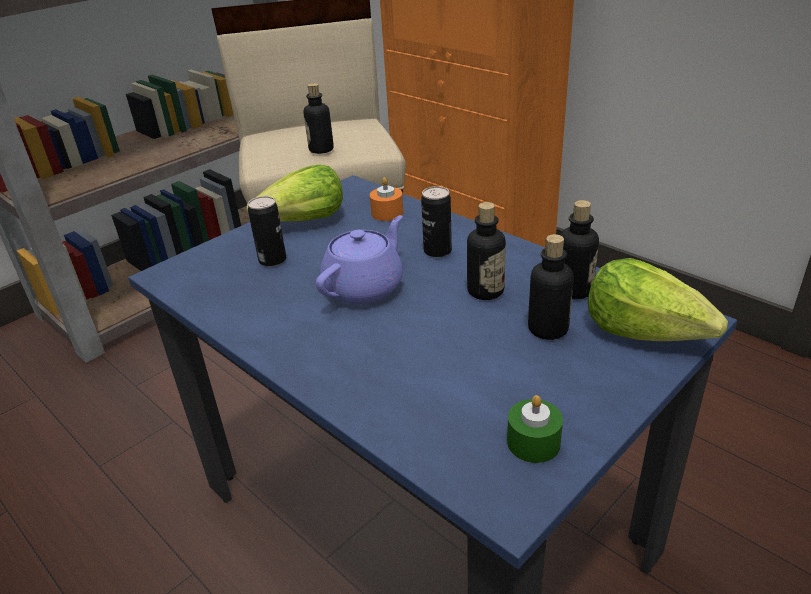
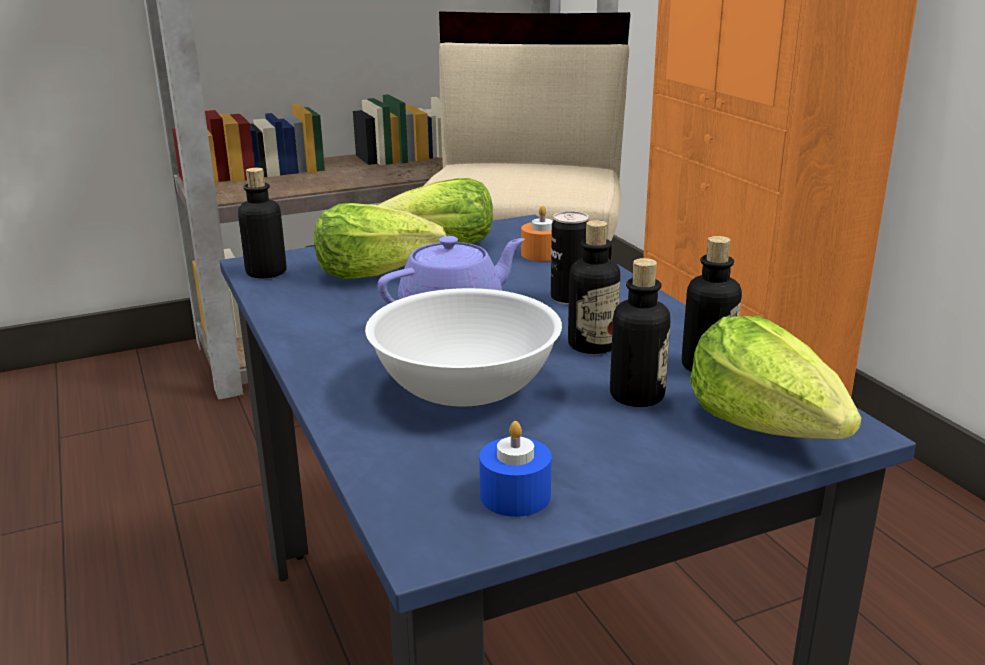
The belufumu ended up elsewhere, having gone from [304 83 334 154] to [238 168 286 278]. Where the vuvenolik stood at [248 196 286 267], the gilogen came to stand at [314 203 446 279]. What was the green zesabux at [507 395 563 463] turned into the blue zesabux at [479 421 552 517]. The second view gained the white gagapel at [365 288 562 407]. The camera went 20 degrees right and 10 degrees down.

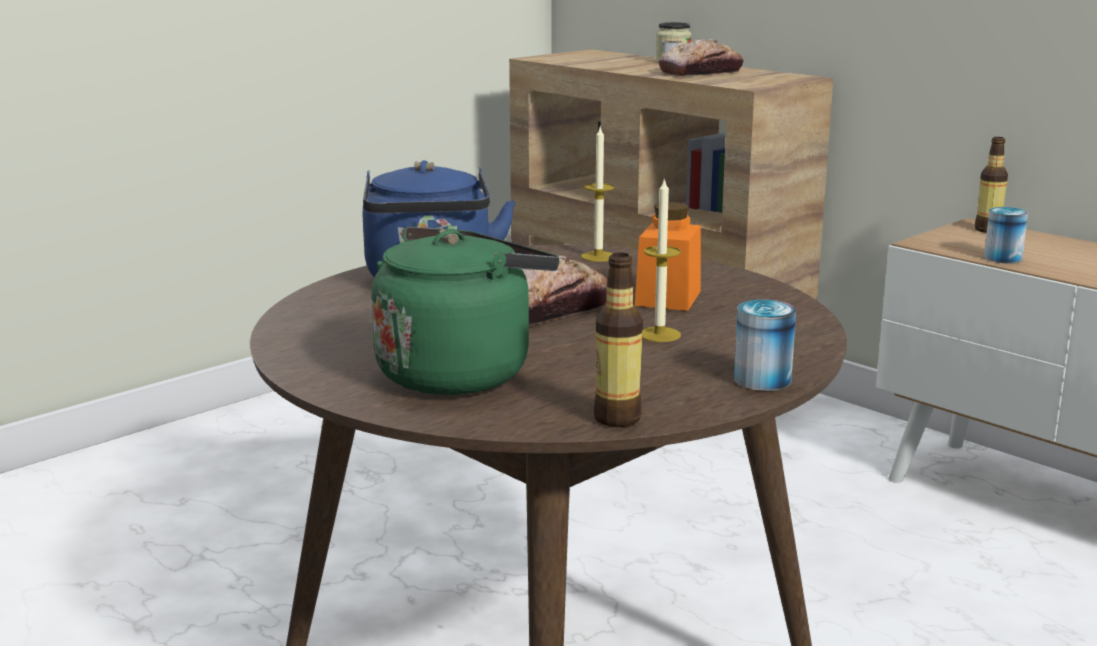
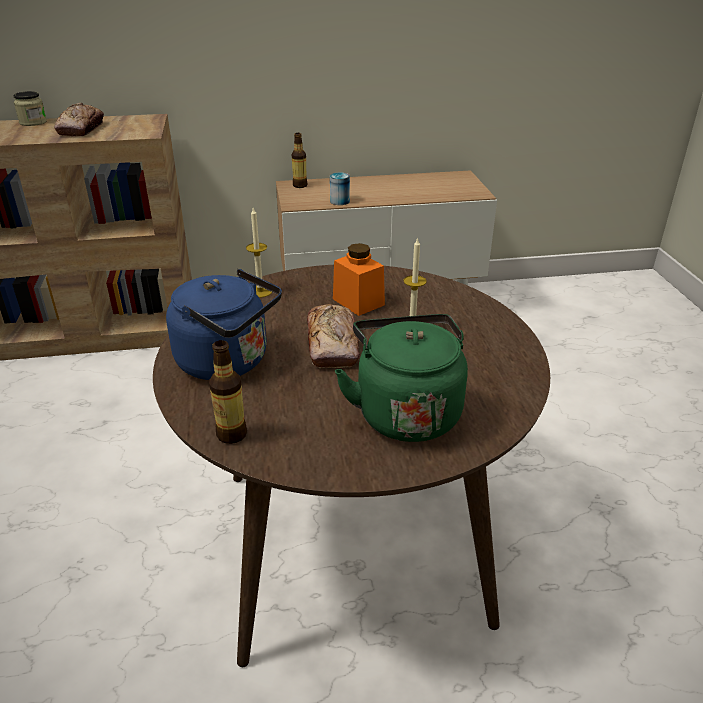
The belufumu ended up elsewhere, having gone from [594 253 643 427] to [209 340 247 444]. The second view lost the vuvenolik at [734 300 796 391]. The camera went 55 degrees left and 15 degrees up.

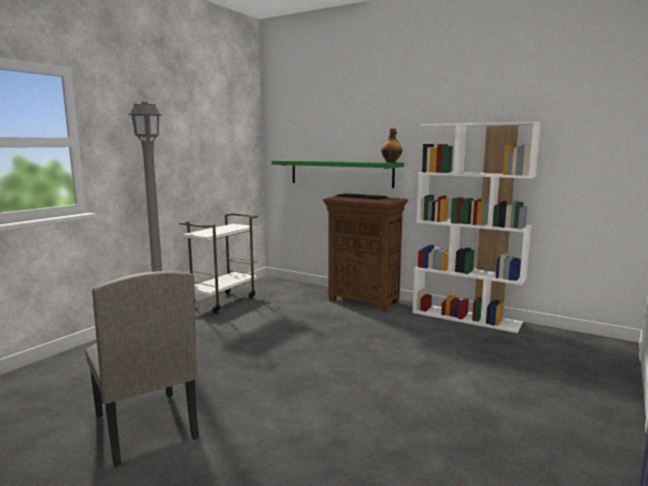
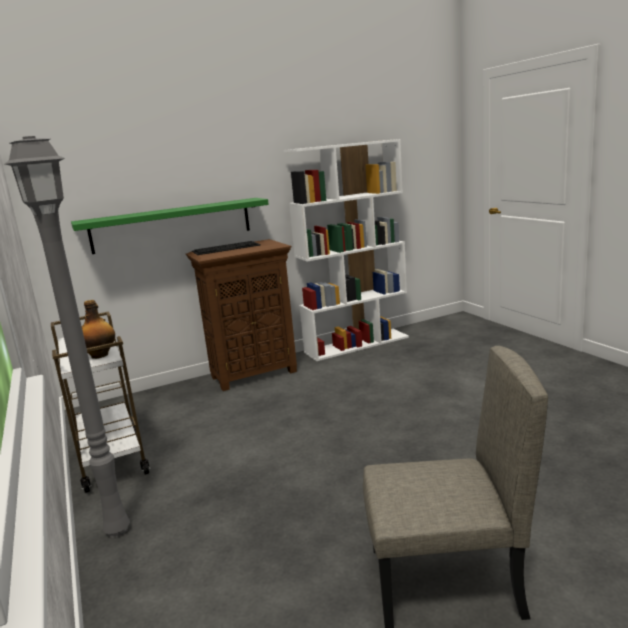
The belufumu ended up elsewhere, having gone from [381 128 402 163] to [82 300 115 359]. The camera went 55 degrees left and 5 degrees up.

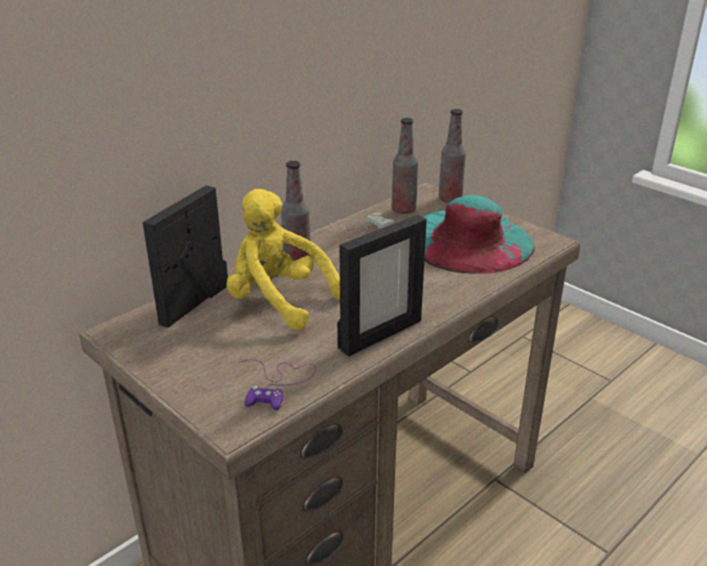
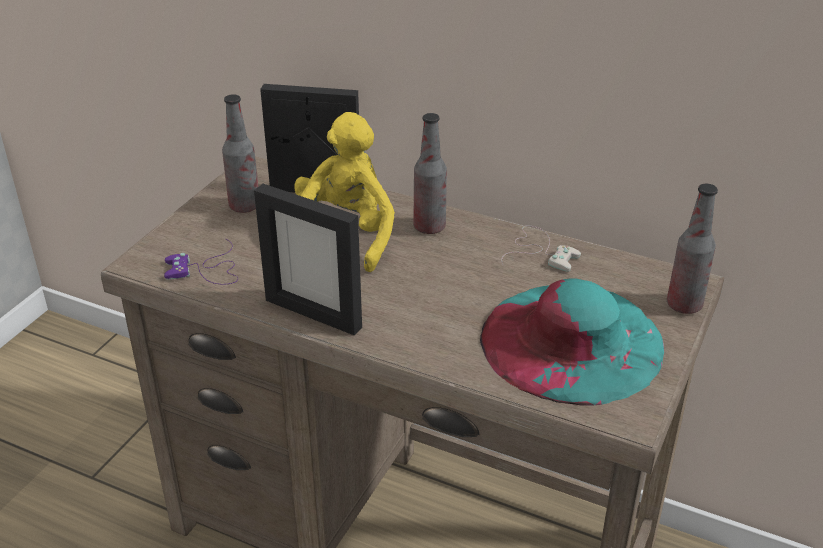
The belufumu ended up elsewhere, having gone from [392 118 418 214] to [222 94 259 213]. The camera went 70 degrees right and 5 degrees up.

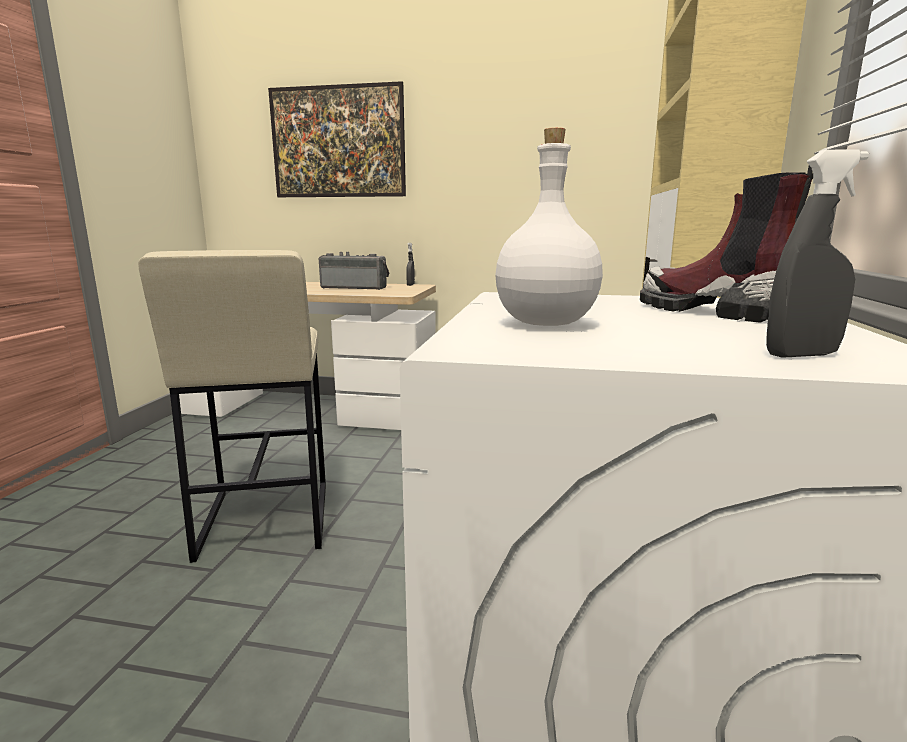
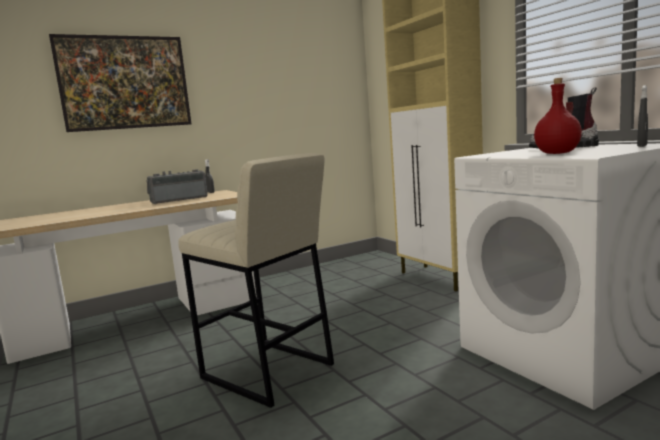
What was the white belufumu at [495 127 603 326] turned into the red belufumu at [534 78 582 154]. The camera went 40 degrees left and 5 degrees down.

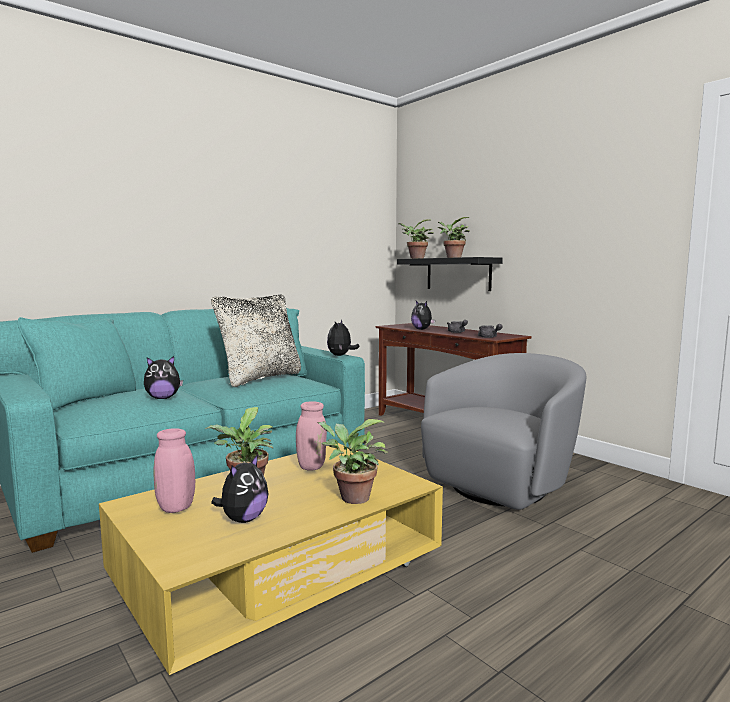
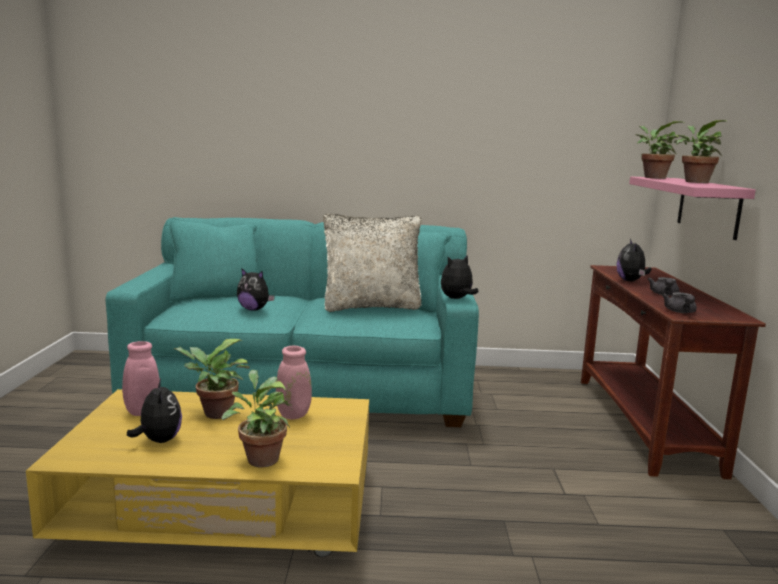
What was the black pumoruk at [397 257 503 291] turned into the pink pumoruk at [629 177 756 240]. The second view lost the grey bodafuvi at [421 353 586 510]. The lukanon at [211 454 269 523] ended up facing another way, 90 degrees counterclockwise from before. The camera went 40 degrees right and 5 degrees up.

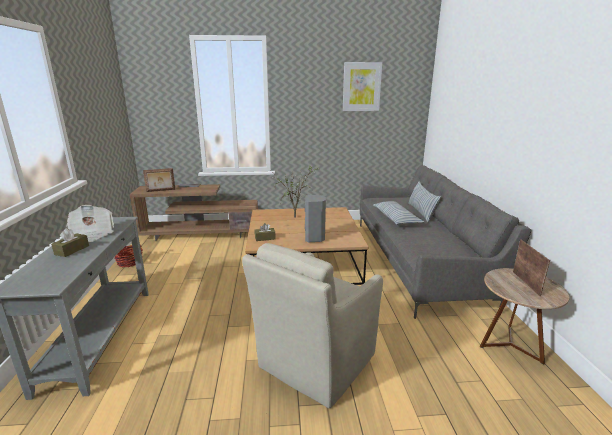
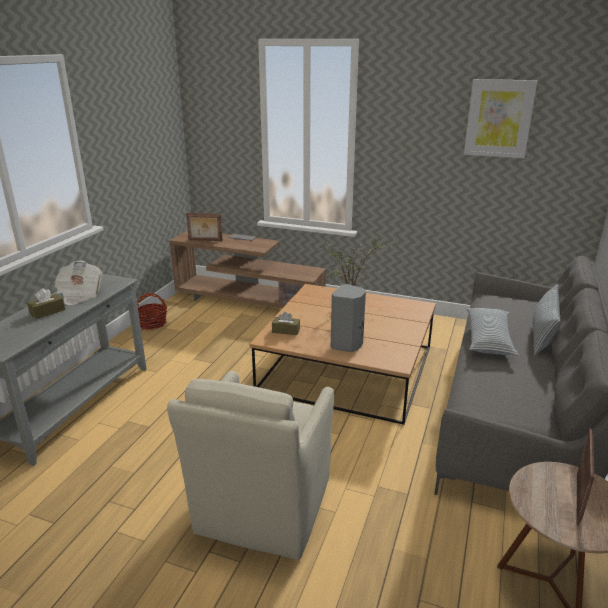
The beige bodafuvi at [242 243 383 408] ended up facing another way, 45 degrees counterclockwise from before. The camera went 25 degrees right and 5 degrees up.

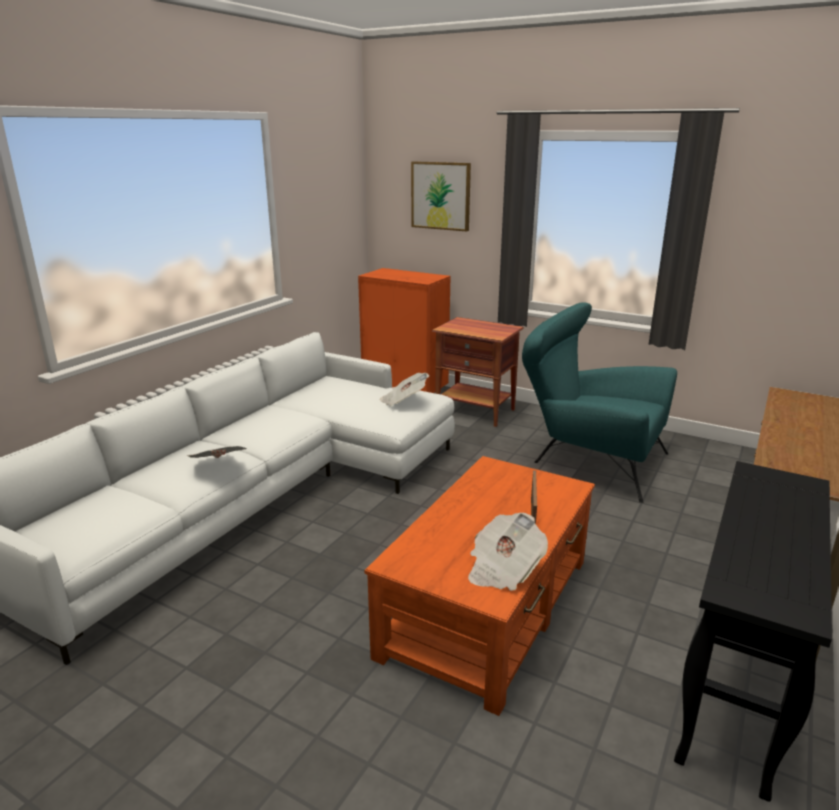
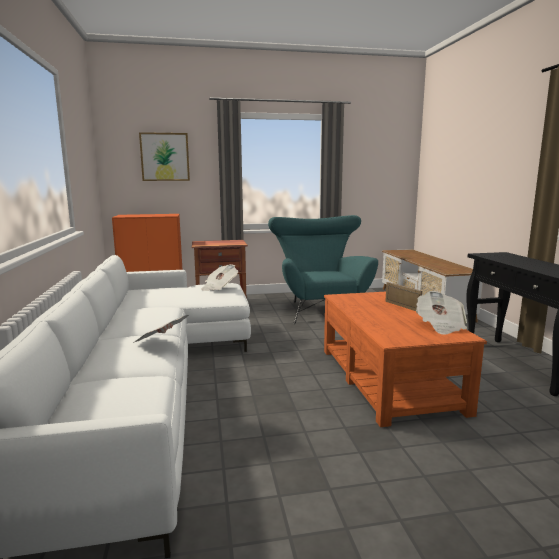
The turquoise bodafuvi at [522 302 677 503] ended up facing another way, 90 degrees clockwise from before. The camera went 40 degrees left and 10 degrees down.

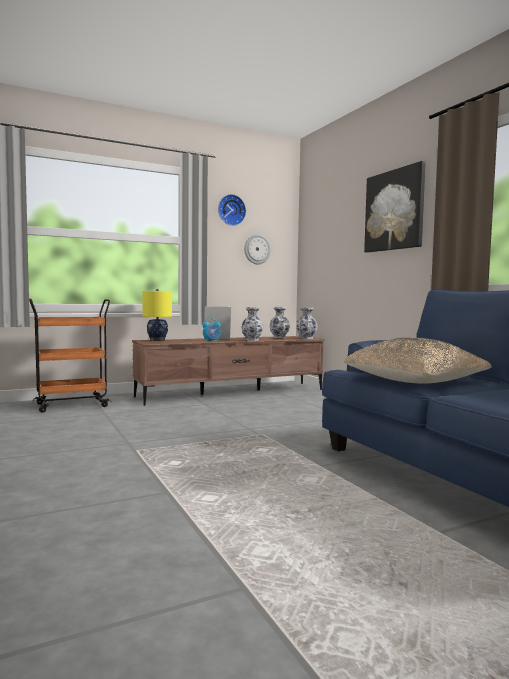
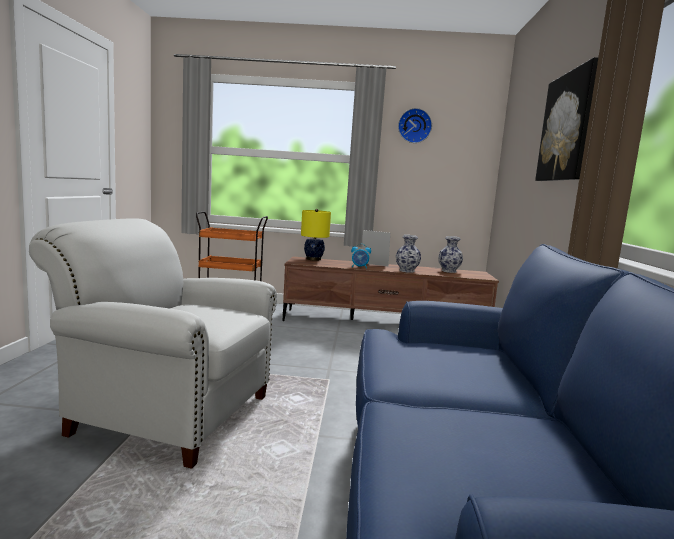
The second view lost the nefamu at [244 234 271 264]. The second view lost the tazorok at [296 307 318 339]. The second view lost the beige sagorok at [345 338 492 384]. The second view gained the white bodafuvi at [29 218 277 469]. The camera went 30 degrees right and 5 degrees up.

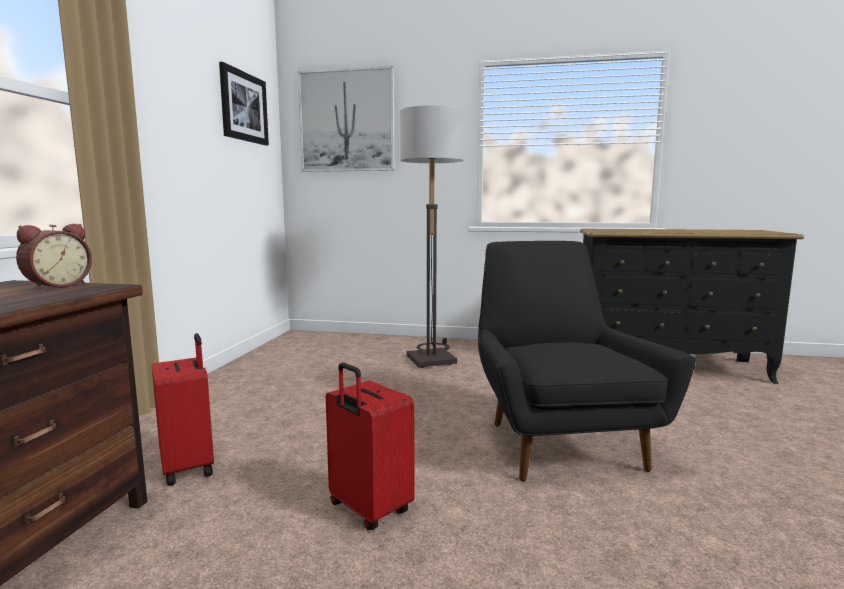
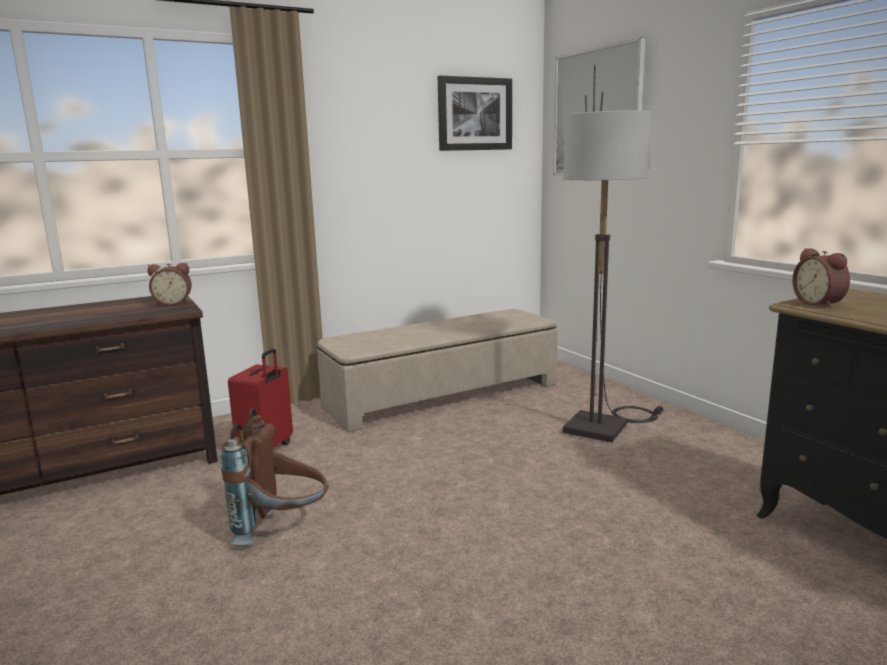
The second view lost the black bodafuvi at [478 241 696 481]. Where the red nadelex stood at [326 362 415 530], the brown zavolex came to stand at [221 408 329 545]. The second view gained the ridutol at [792 248 850 308]. The second view gained the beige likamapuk at [317 309 558 432]. The camera went 50 degrees right and 5 degrees up.

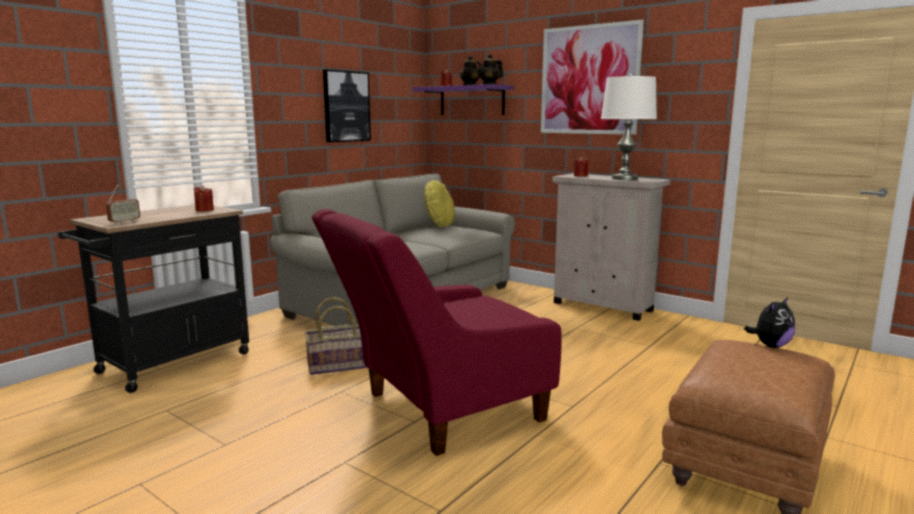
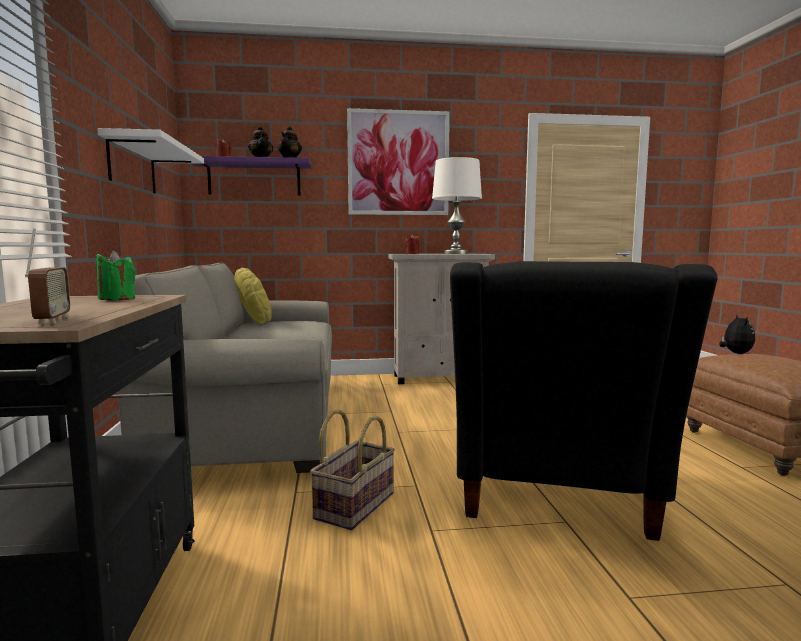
Where the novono hung at [323 70 371 142], the white pumoruk came to hang at [97 128 204 193]. What was the red zesabux at [194 185 214 212] turned into the green zesabux at [96 250 135 300]. What was the red bodafuvi at [312 209 562 456] turned into the black bodafuvi at [450 261 718 541]. The camera went 45 degrees left and 5 degrees down.

